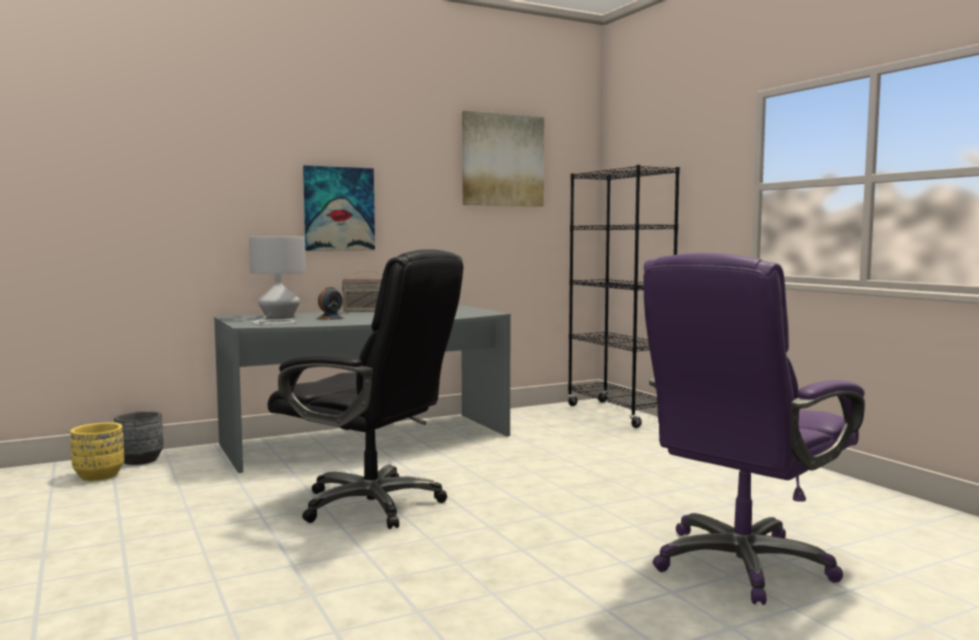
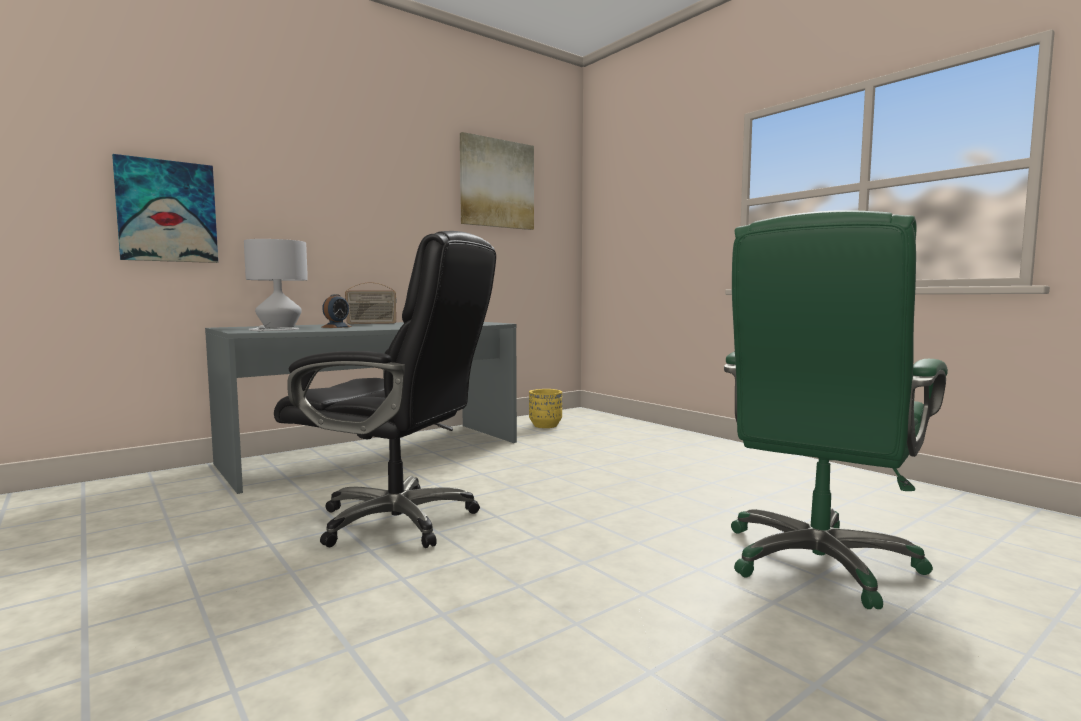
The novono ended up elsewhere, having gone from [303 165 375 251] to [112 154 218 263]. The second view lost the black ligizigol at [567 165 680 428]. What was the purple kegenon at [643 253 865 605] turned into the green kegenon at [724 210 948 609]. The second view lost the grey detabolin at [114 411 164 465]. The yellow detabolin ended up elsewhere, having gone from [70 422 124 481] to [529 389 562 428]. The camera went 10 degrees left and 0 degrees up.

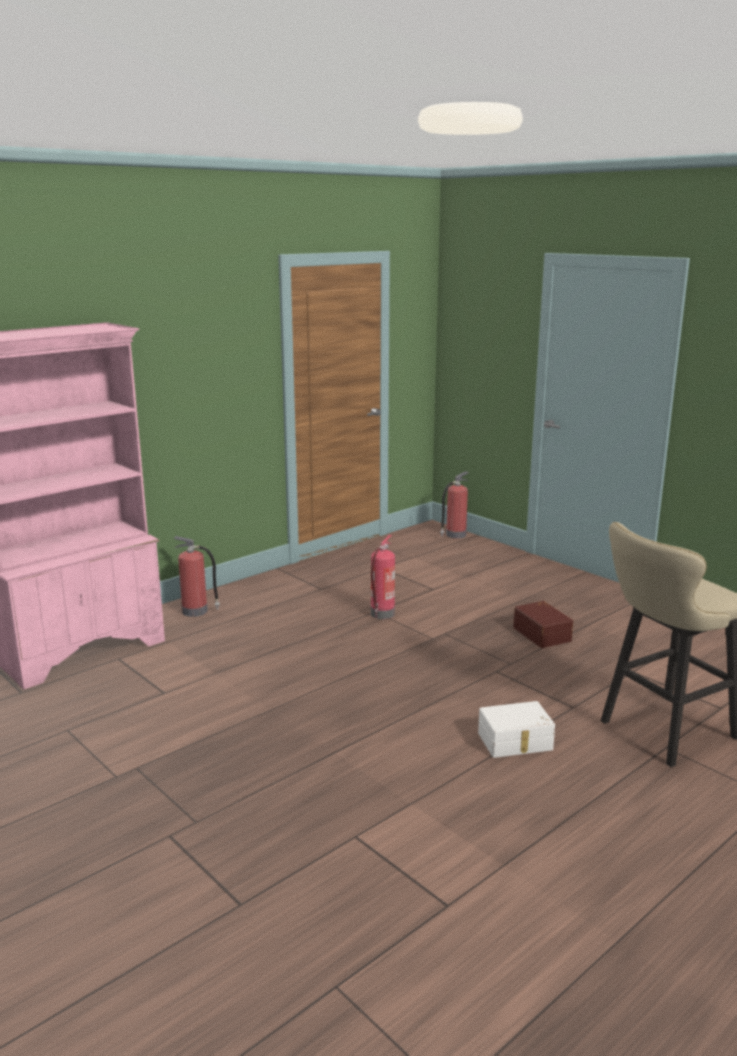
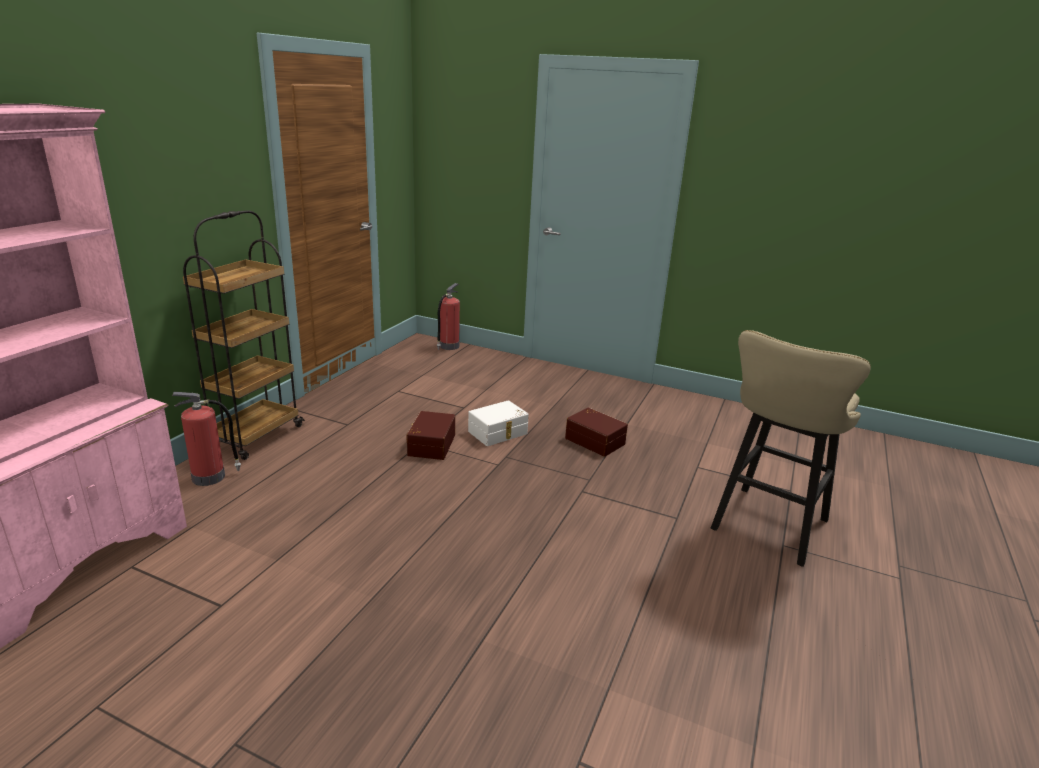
Where the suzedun stood at [371 535 395 619], the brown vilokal came to stand at [407 411 455 460]. The white vilokal ended up elsewhere, having gone from [478 701 555 758] to [468 400 529 446]. The second view gained the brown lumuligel at [183 210 305 460]. The camera went 25 degrees left and 5 degrees up.

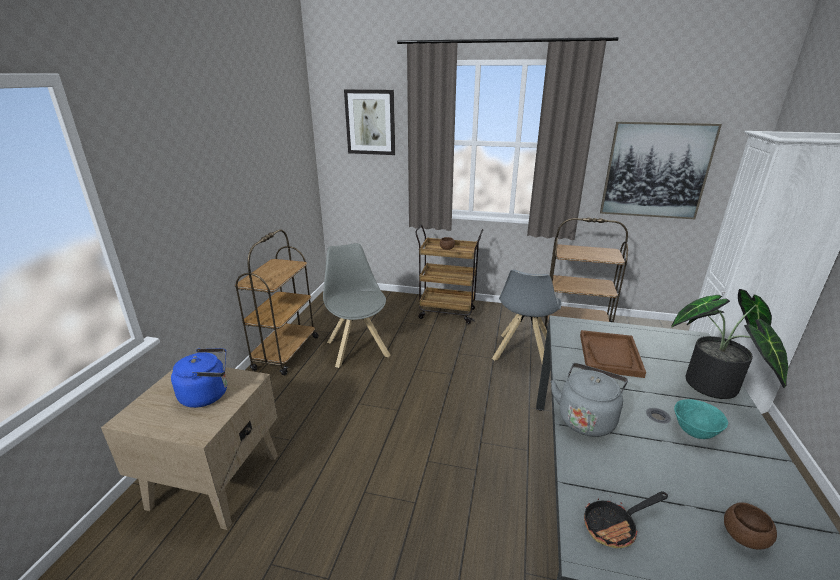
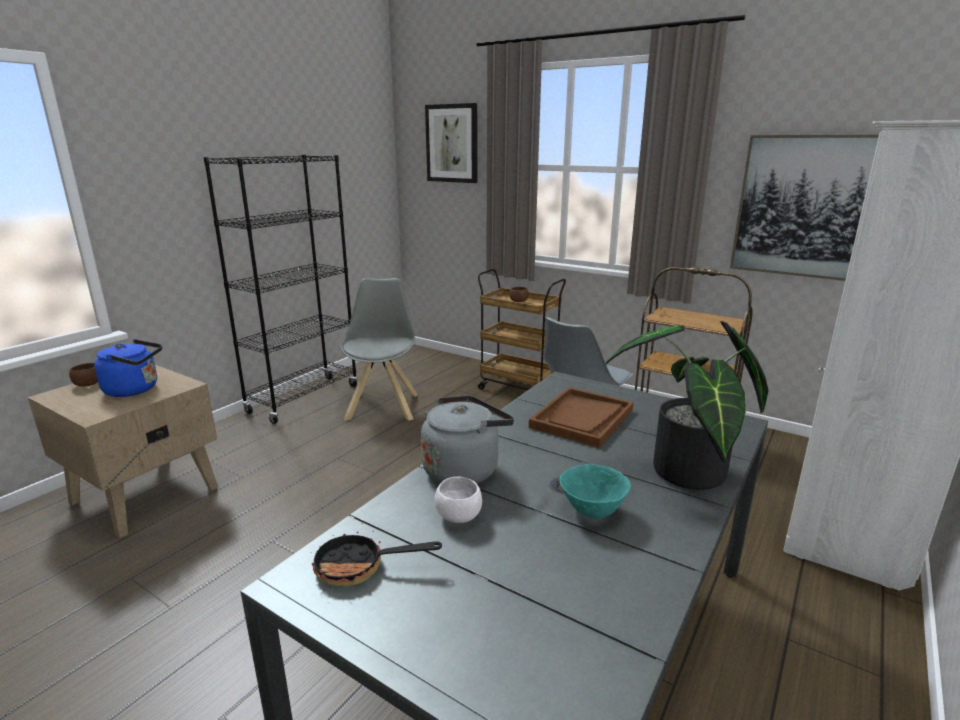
Where the brown lumuligel stood at [235 229 319 375], the black ligizigol came to stand at [203 155 358 424]. The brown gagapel ended up elsewhere, having gone from [724 502 777 550] to [69 363 98 387]. The second view gained the white gagapel at [434 477 482 523]. The camera went 20 degrees right and 5 degrees down.

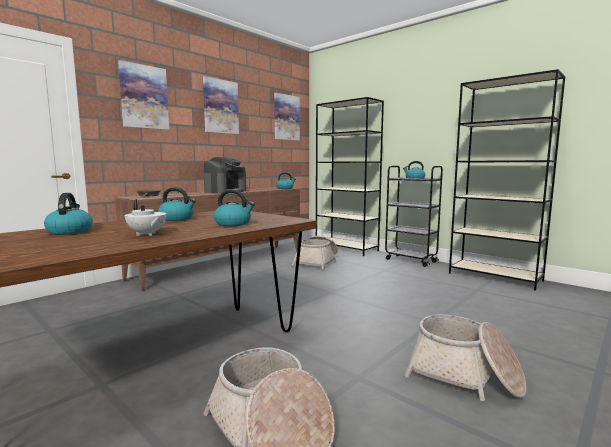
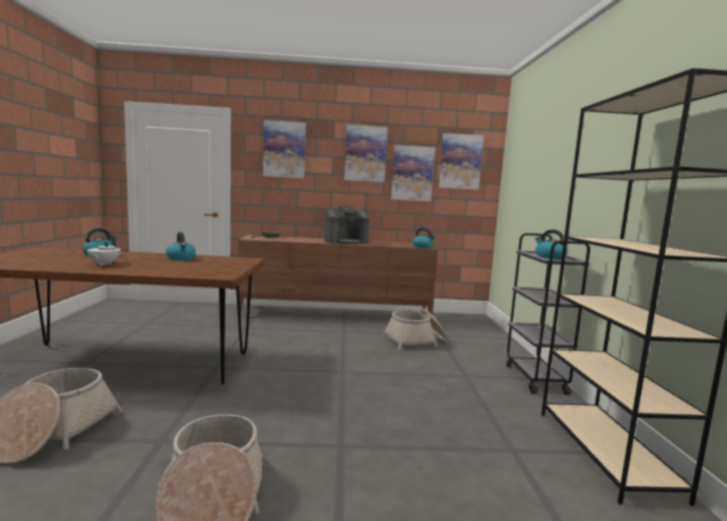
The second view lost the beige ligizigol at [316 97 384 256]. The second view lost the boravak at [214 189 255 226]. The second view gained the novono at [391 145 435 202]. The camera went 45 degrees right and 0 degrees up.

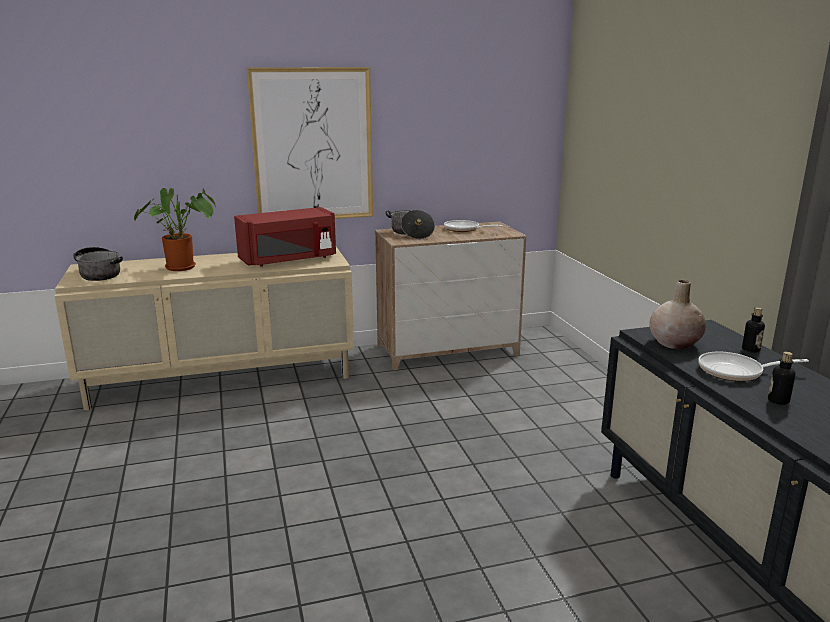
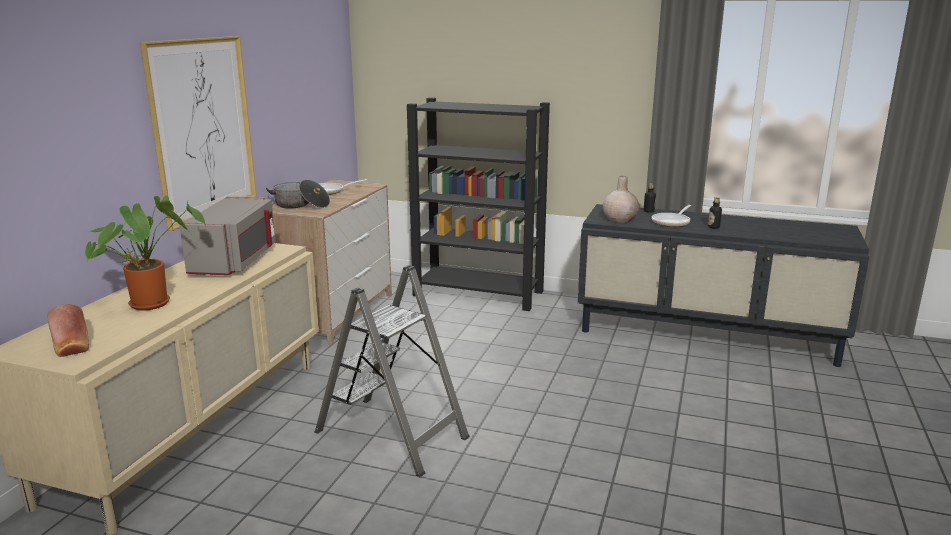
What was the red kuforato at [234 207 336 266] turned into the grey kuforato at [179 196 276 275]. Where the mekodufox stood at [73 247 123 281], the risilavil came to stand at [47 304 89 357]. The second view gained the black ligizigol at [407 97 550 311]. The second view gained the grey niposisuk at [314 265 470 477]. The camera went 55 degrees left and 0 degrees up.

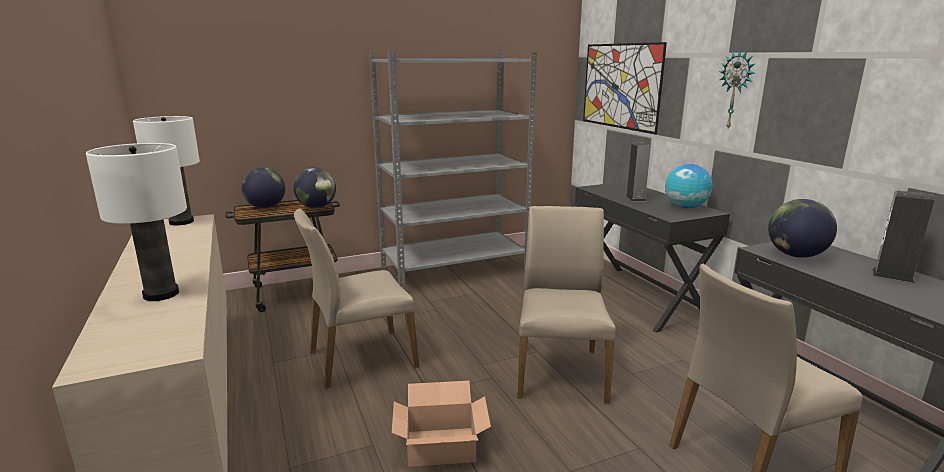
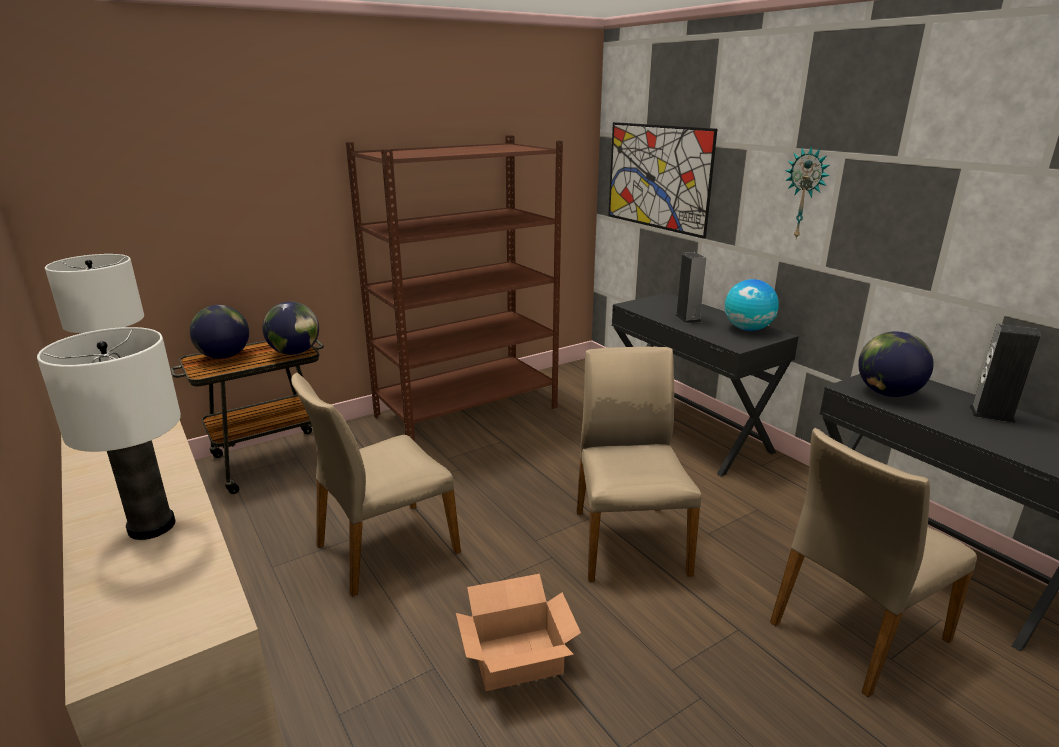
What was the grey ligizigol at [369 52 537 291] turned into the brown ligizigol at [346 135 563 442]. The camera went 10 degrees left and 5 degrees up.

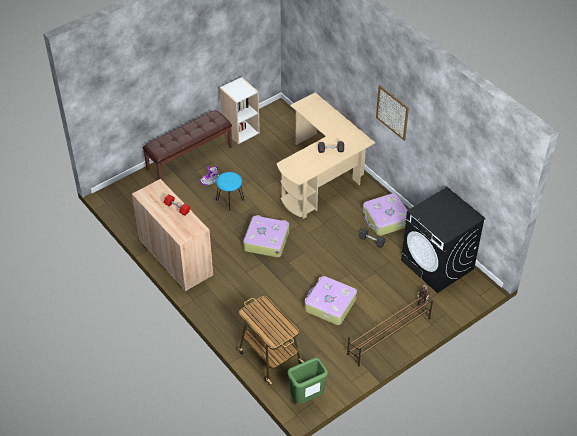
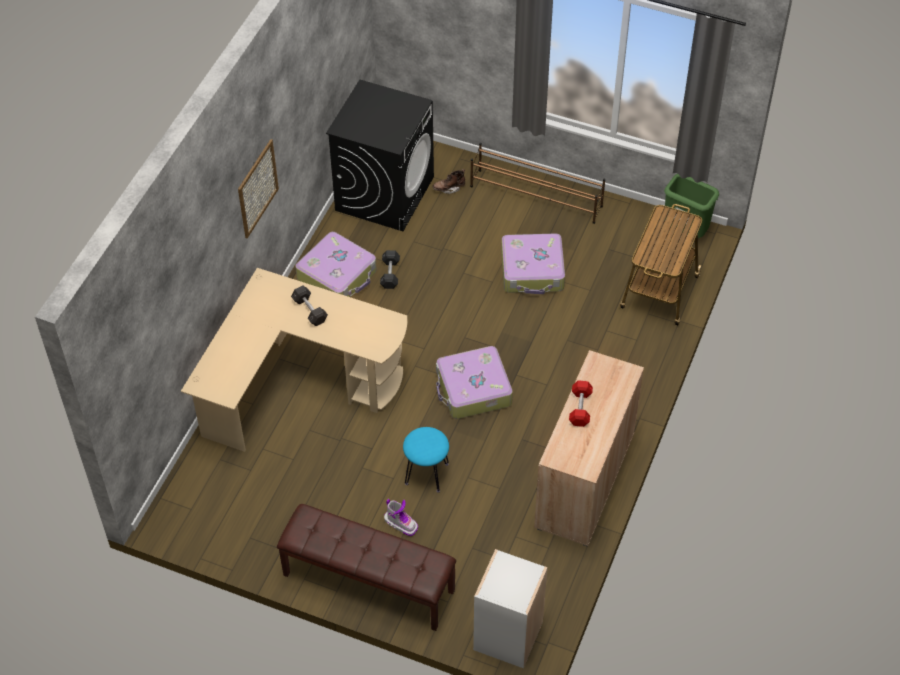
The ligizigol ended up elsewhere, having gone from [220 77 260 144] to [473 549 548 668]. The camera went 120 degrees left and 5 degrees up.

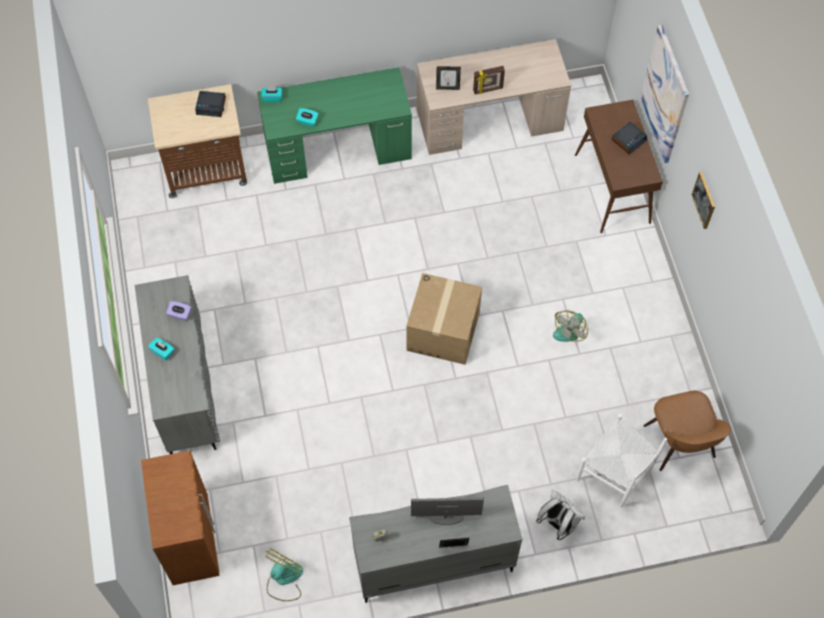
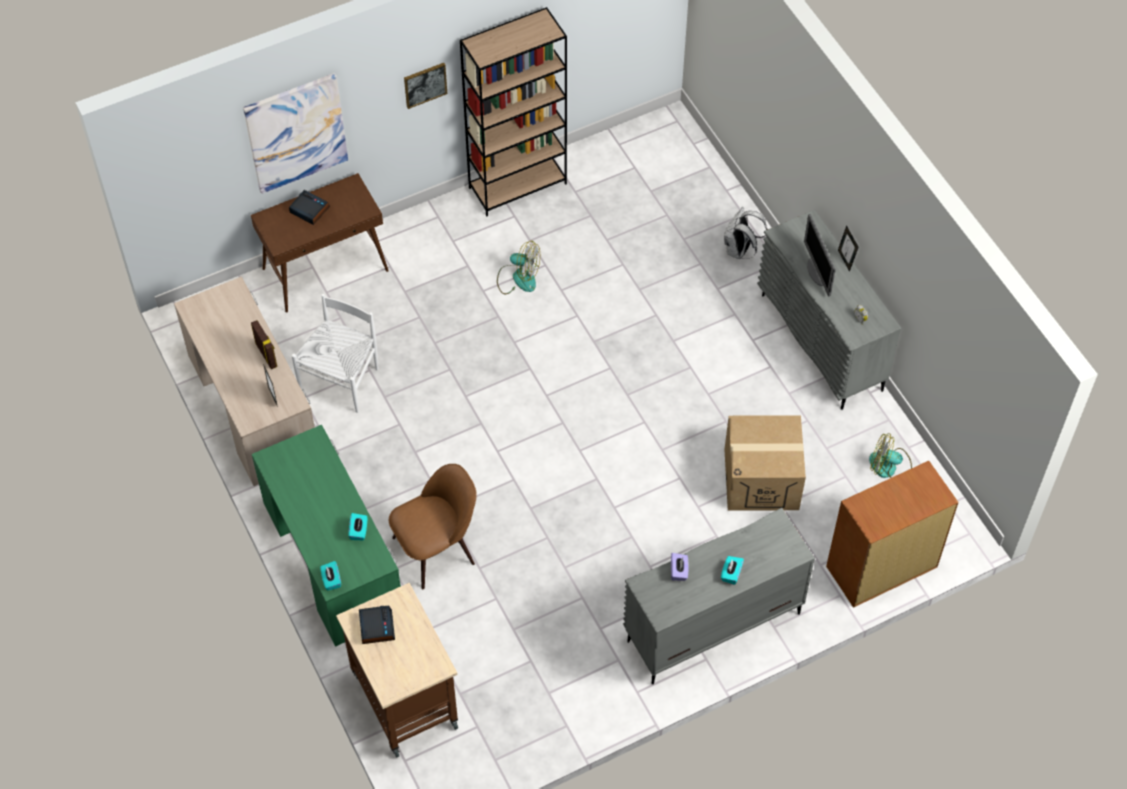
The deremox ended up elsewhere, having gone from [406 273 482 365] to [724 415 806 511]. The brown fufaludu ended up elsewhere, having gone from [644 391 731 471] to [389 464 477 589]. The white fufaludu ended up elsewhere, having gone from [576 414 667 507] to [292 294 379 413]. The second view gained the beige ligizigol at [460 7 567 216]. The camera went 105 degrees left and 5 degrees down.

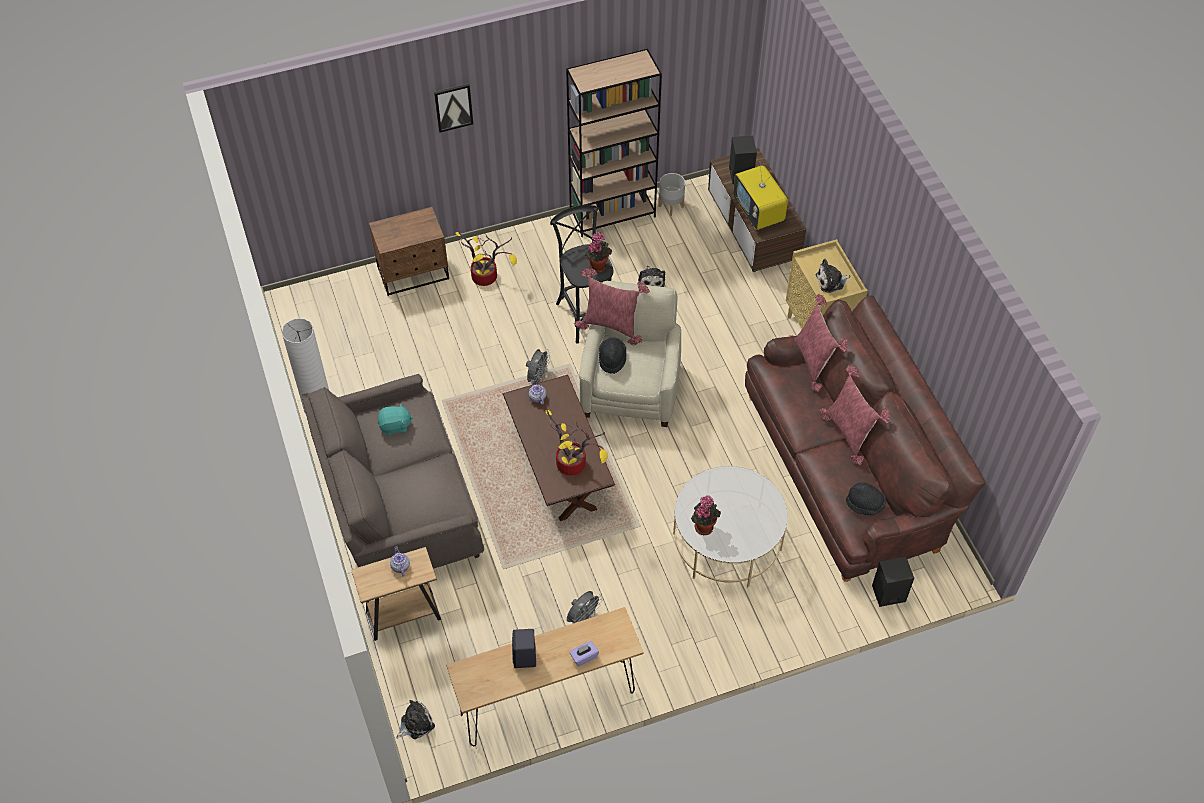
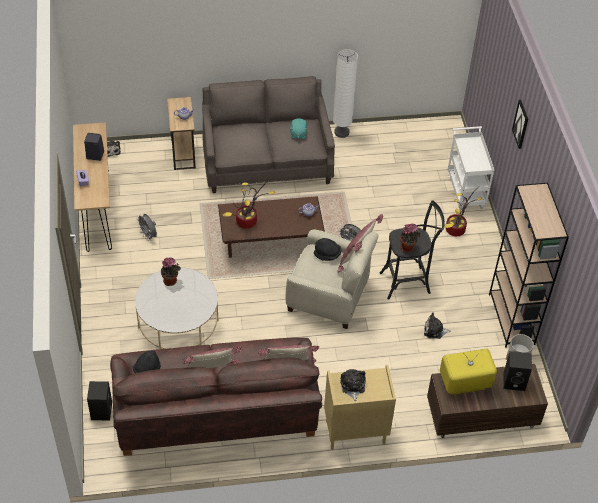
Where the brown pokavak stood at [369 207 449 296], the white lumuligel came to stand at [448 126 494 210]. The camera went 100 degrees right and 5 degrees down.

